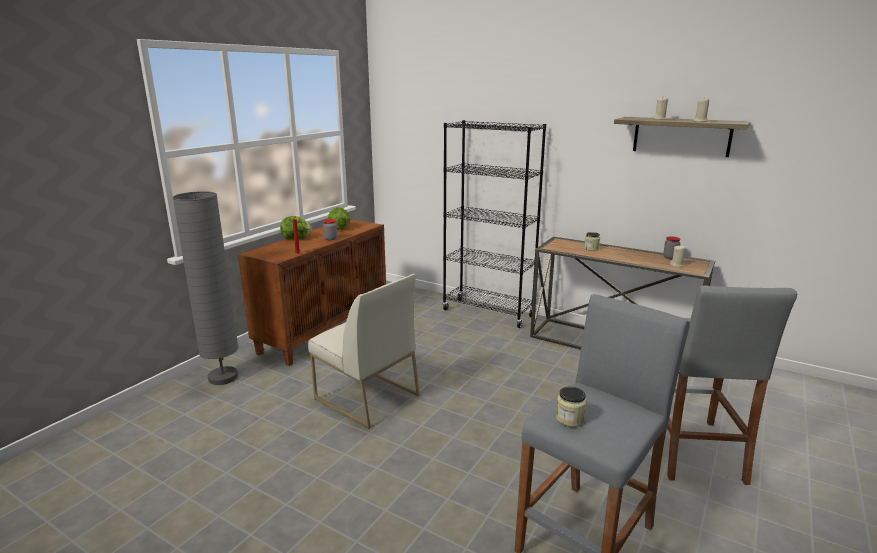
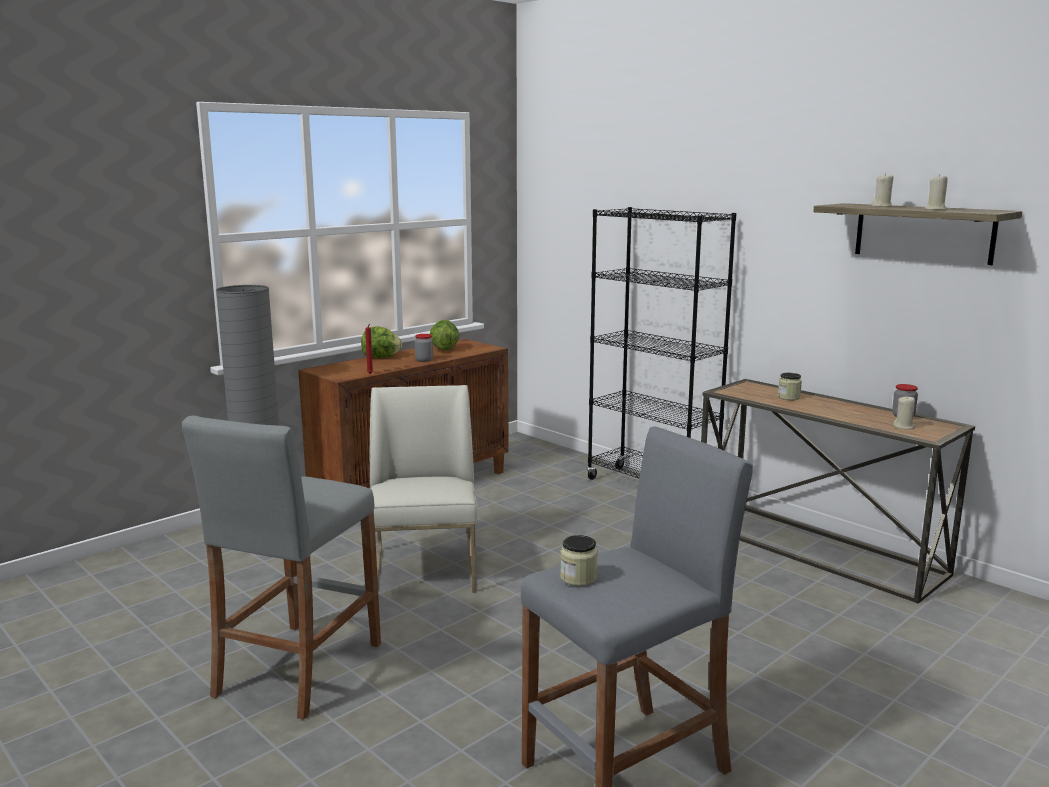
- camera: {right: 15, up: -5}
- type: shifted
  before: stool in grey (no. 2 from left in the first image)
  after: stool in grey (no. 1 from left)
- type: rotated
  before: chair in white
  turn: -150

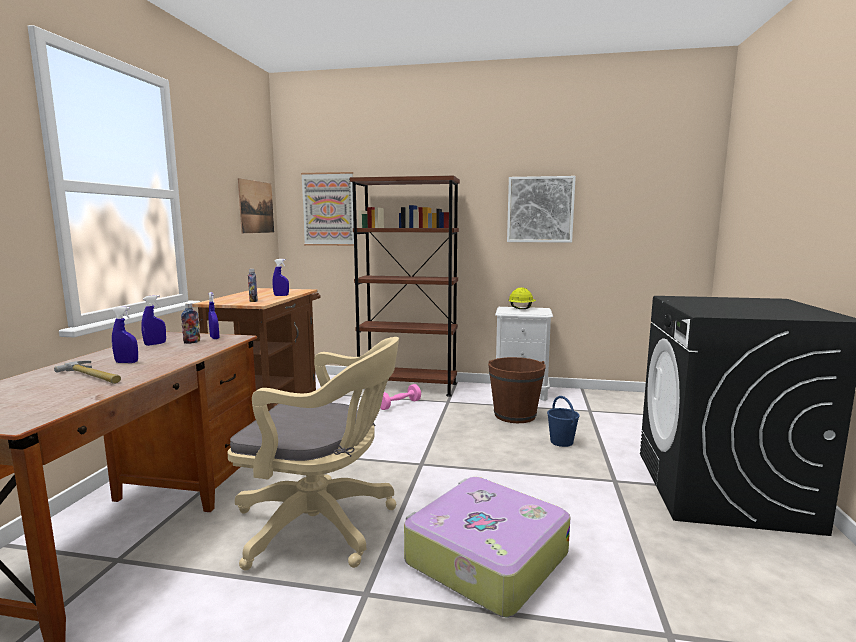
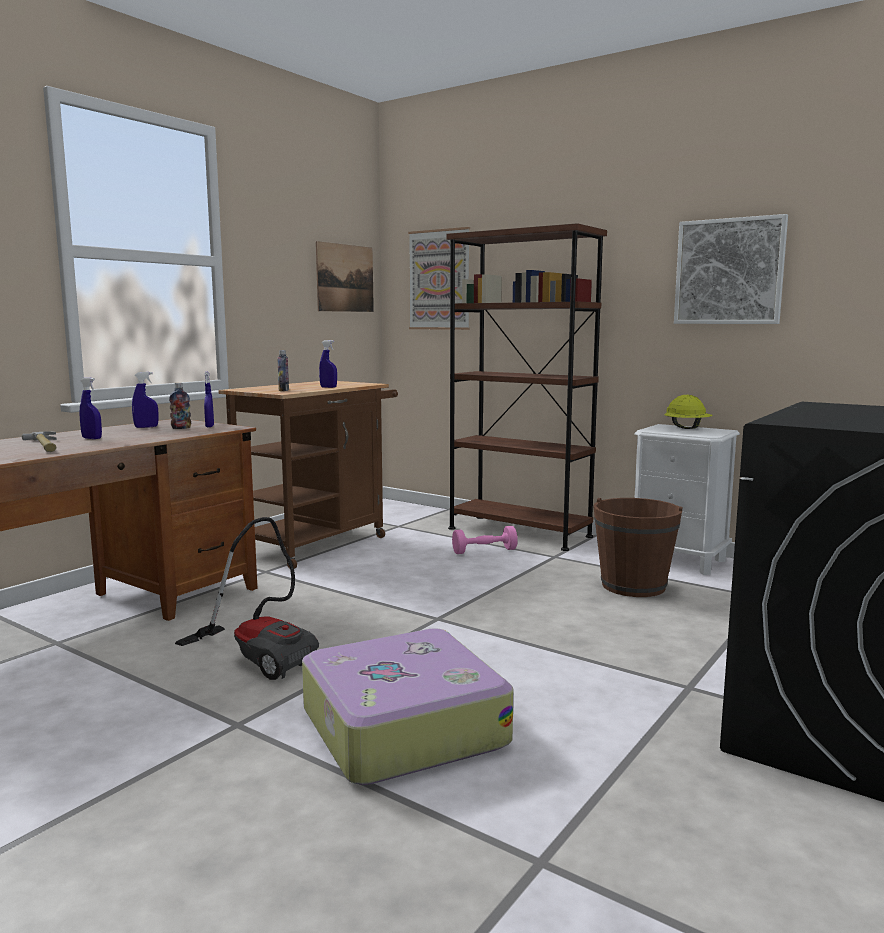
- camera: {right: 25, up: 0}
- type: gone
  before: bucket in blue
- type: swapped
  before: office chair in beige
  after: vacuum cleaner

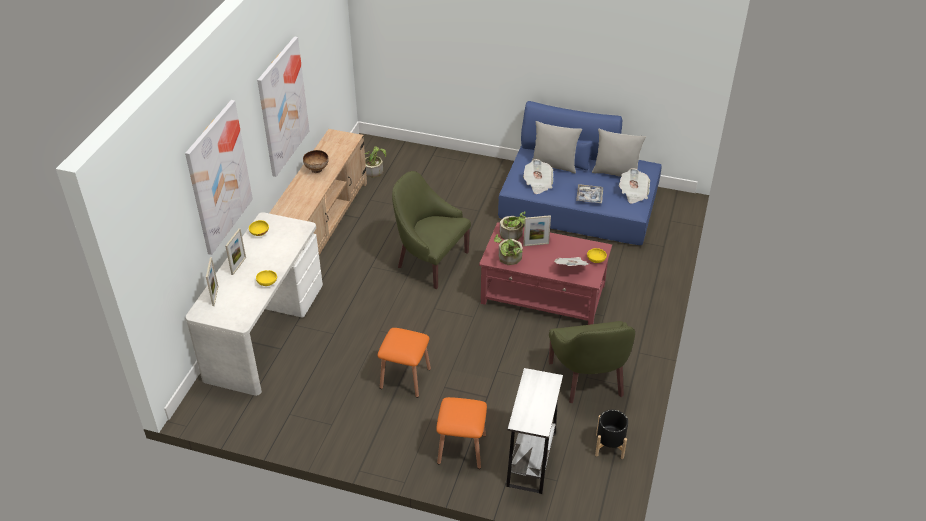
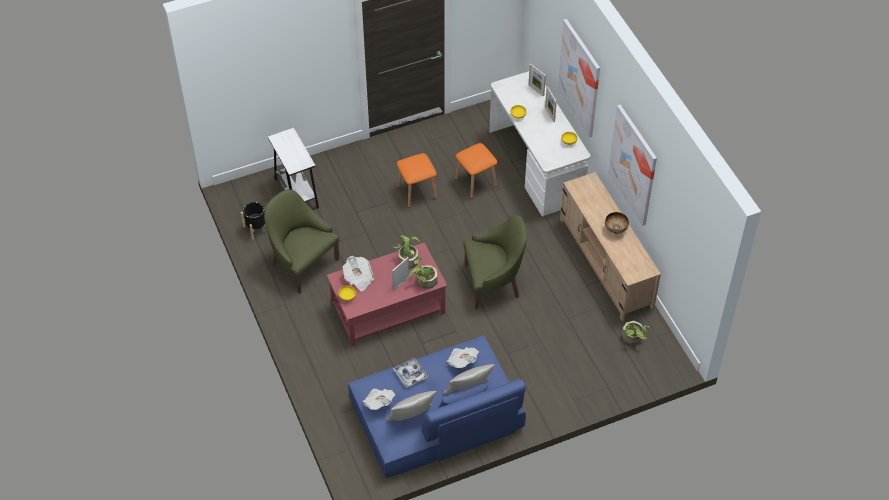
- camera: {right: 140, up: 10}
- type: shifted
  before: stool in orange (no. 2 from left)

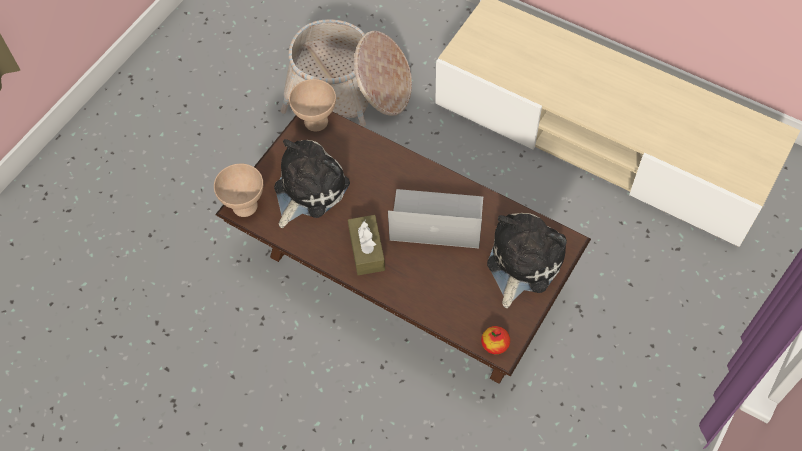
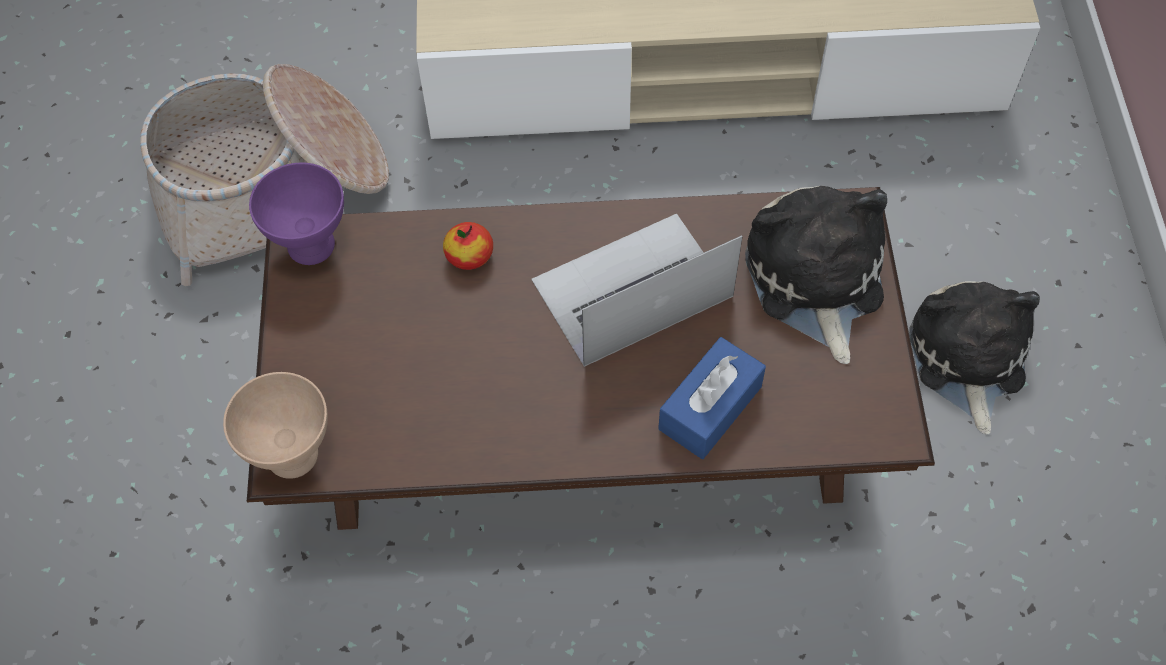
- camera: {right: -35, up: 0}
- type: gone
  before: tissue box in brown
- type: new
  after: tissue box in blue
- type: shifted
  before: plush toy (no. 1 from left in the first image)
  after: plush toy (no. 2 from left)
- type: shifted
  before: apple
- type: repainted
  before: bowl in beige (no. 2 from left)
  after: bowl in purple

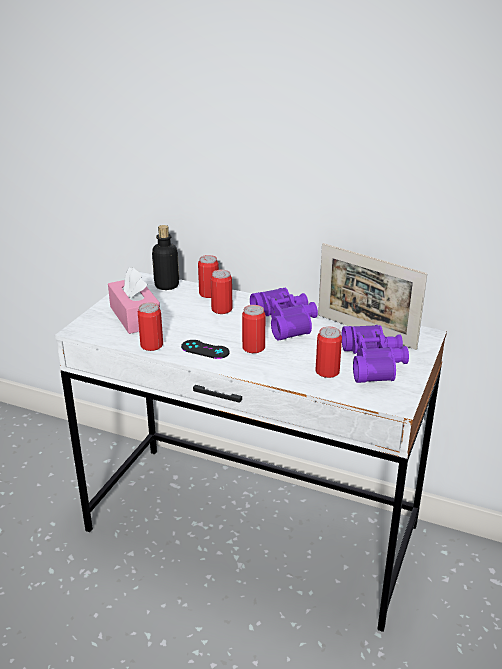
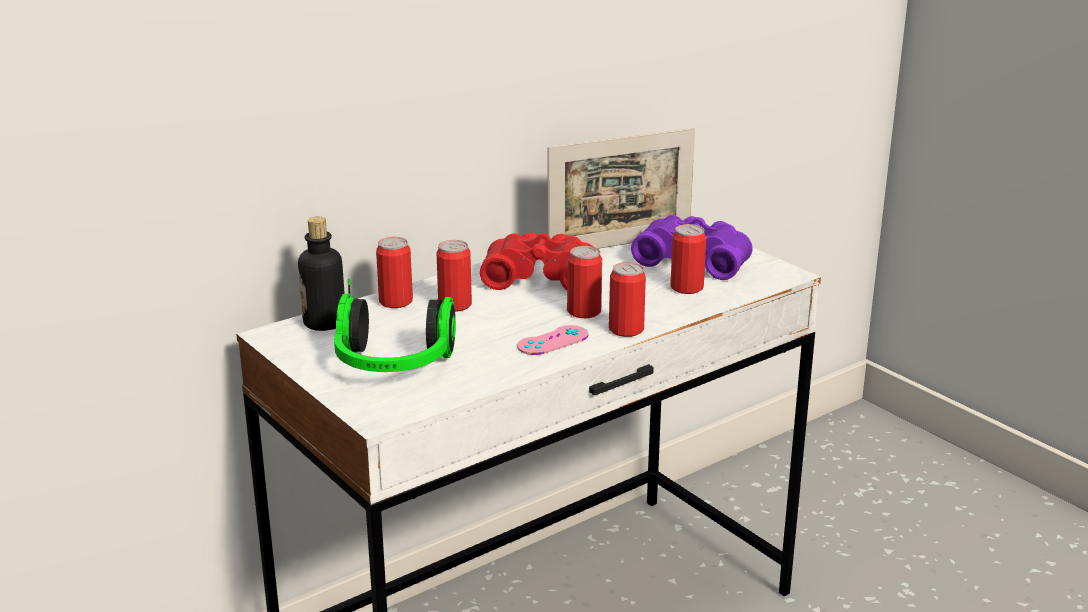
- camera: {right: -60, up: -5}
- type: shifted
  before: can (no. 1 from left in the first image)
  after: can (no. 4 from left)
- type: swapped
  before: tissue box in pink
  after: headphones
- type: repainted
  before: game controller in black
  after: game controller in pink
- type: repainted
  before: binoculars in purple (no. 1 from left)
  after: binoculars in red

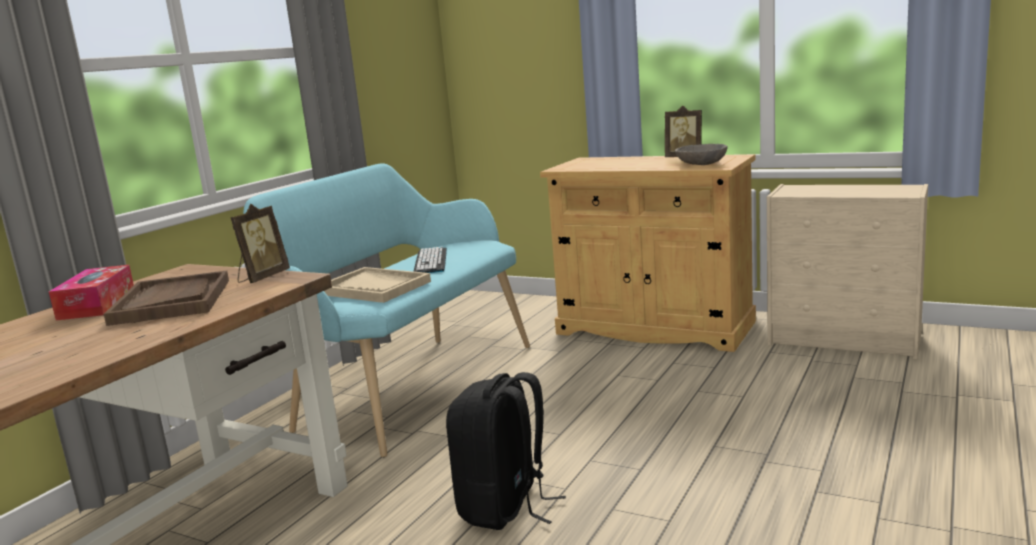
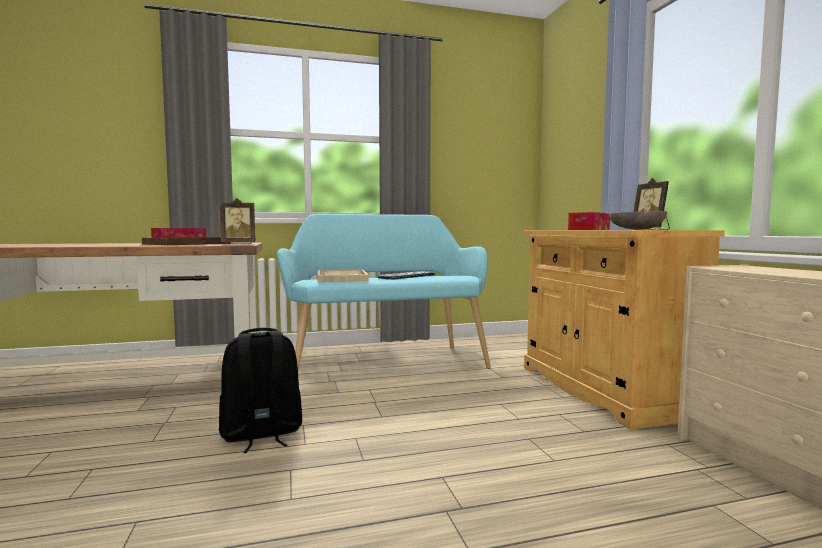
- camera: {right: 45, up: -10}
- type: new
  after: tissue box (no. 2 from left)

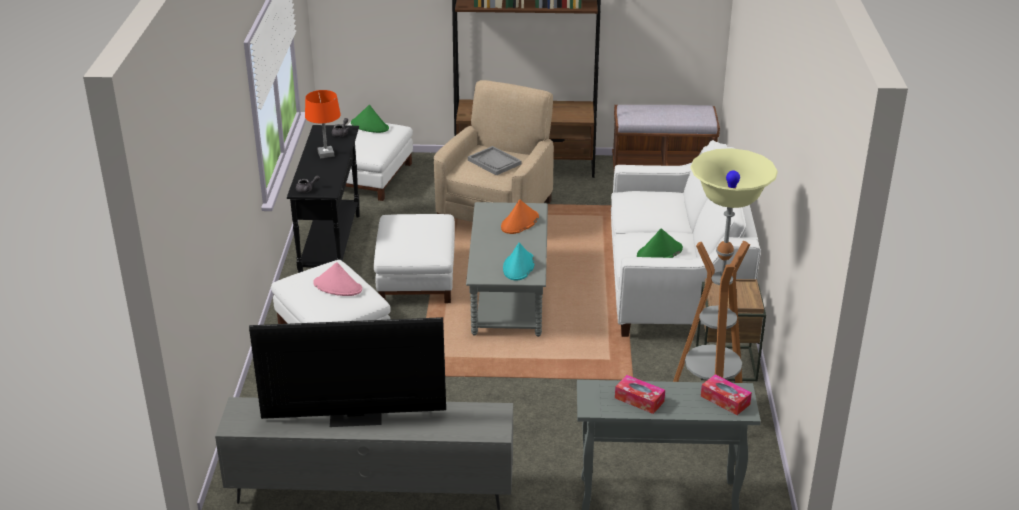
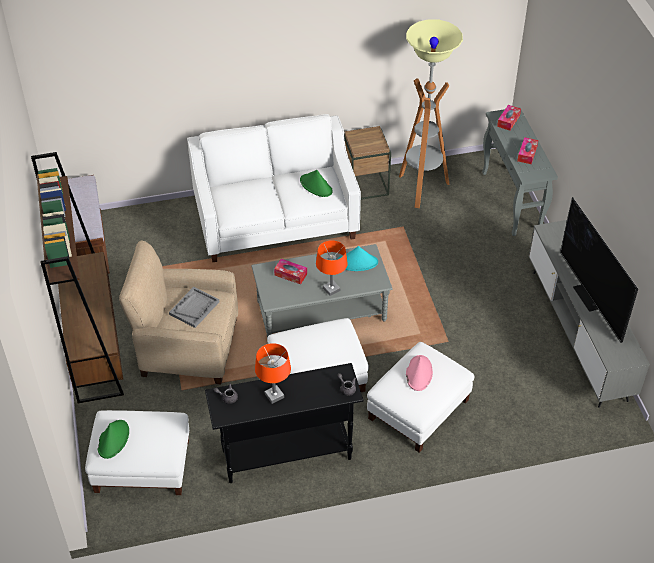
- camera: {right: -105, up: 15}
- type: new
  after: table lamp in orange (no. 2 from left)
- type: swapped
  before: hat in orange
  after: tissue box (no. 1 from left)

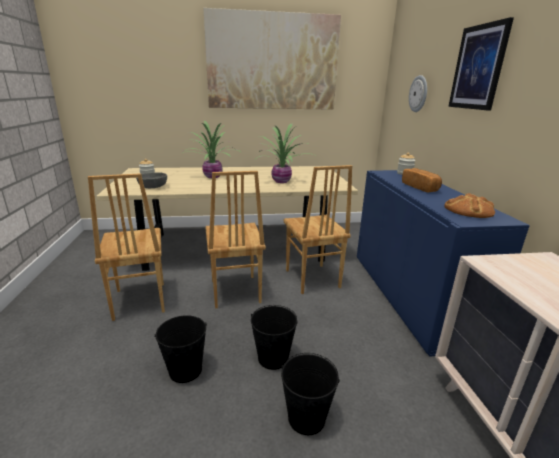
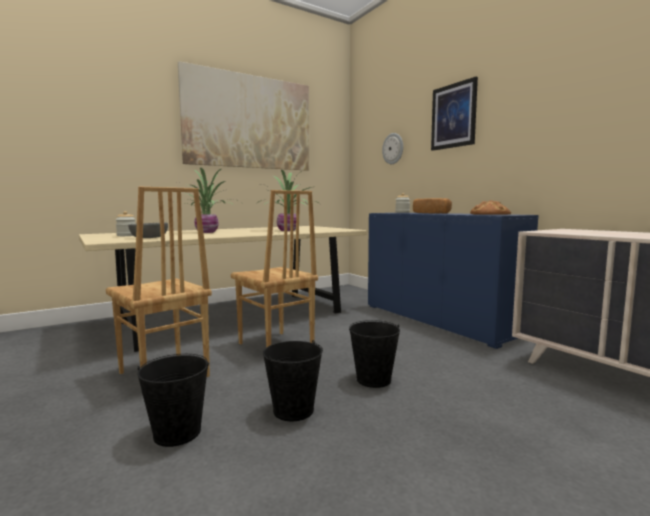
- camera: {right: -25, up: -15}
- type: gone
  before: chair in brown (no. 3 from left)
- type: shifted
  before: bucket in black (no. 3 from left in the first image)
  after: bucket in black (no. 1 from left)

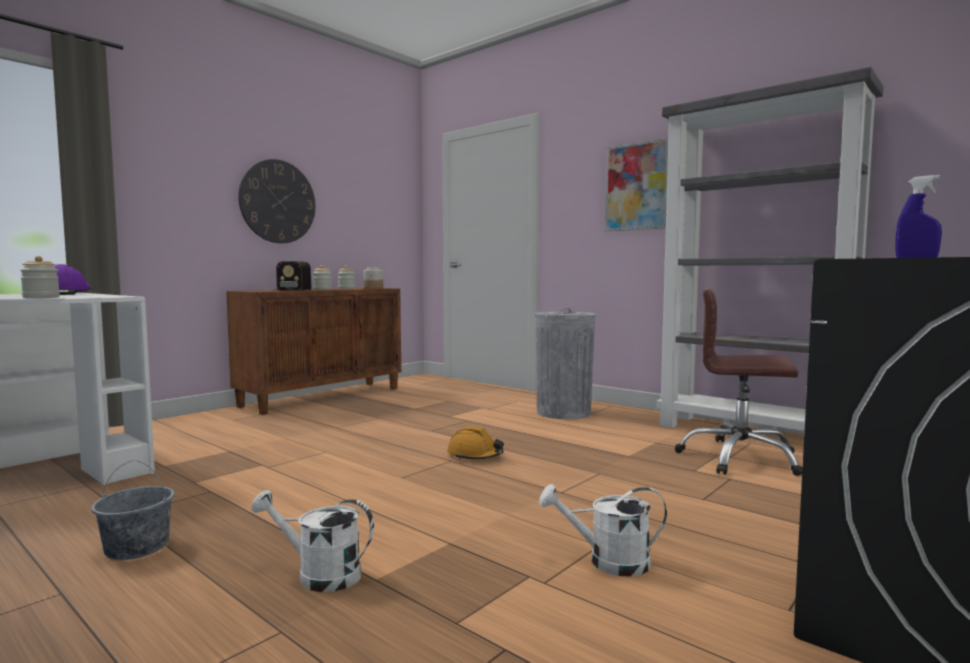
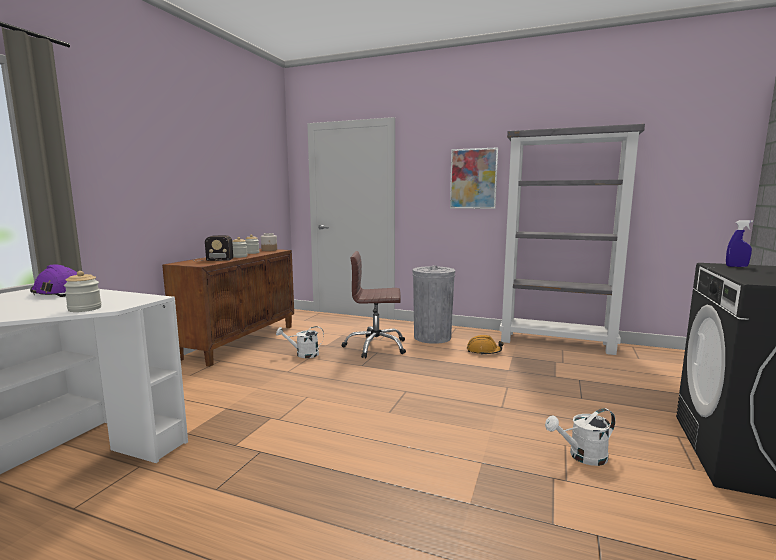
- camera: {right: -20, up: 5}
- type: gone
  before: bucket in grey
- type: gone
  before: wall clock
- type: shifted
  before: watering can in white (no. 1 from left)
- type: shifted
  before: hard hat in orange
- type: shifted
  before: office chair in brown

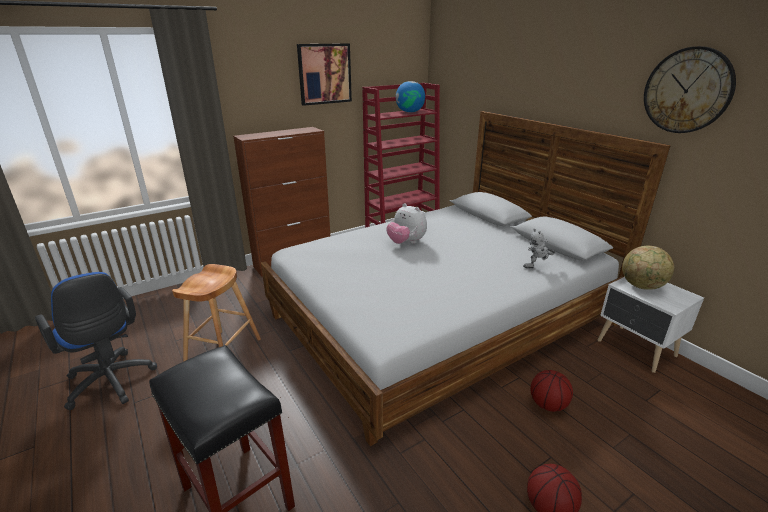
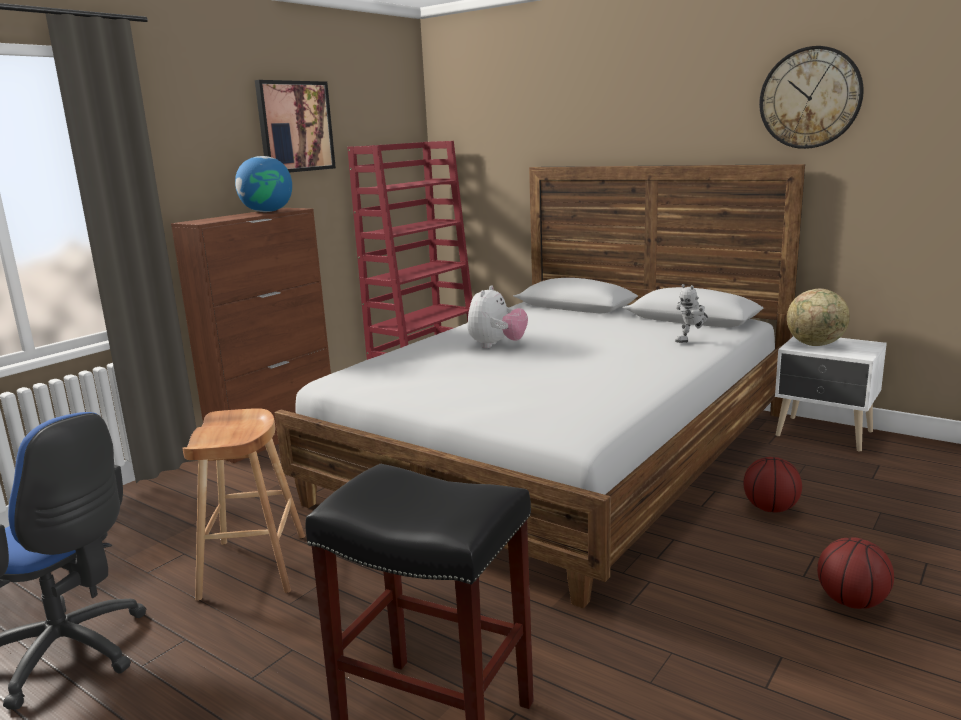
- camera: {right: -20, up: -10}
- type: shifted
  before: globe (no. 1 from left)
- type: rotated
  before: plush toy
  turn: -90

